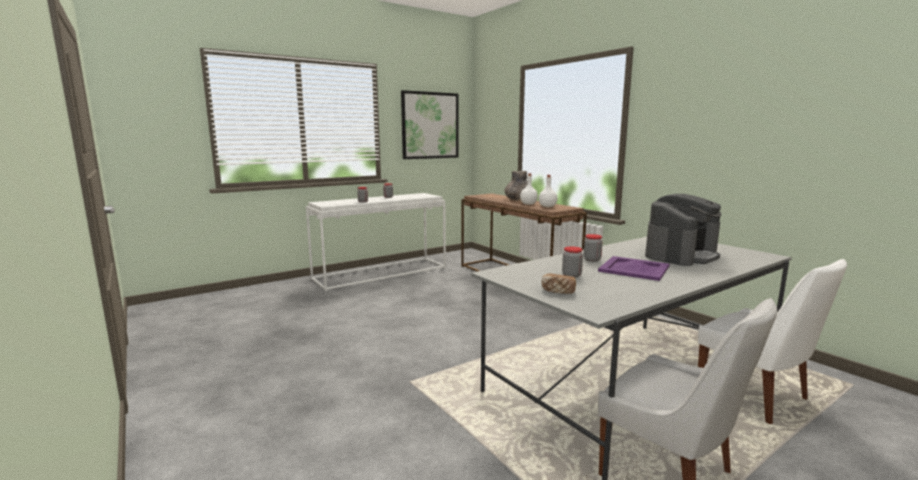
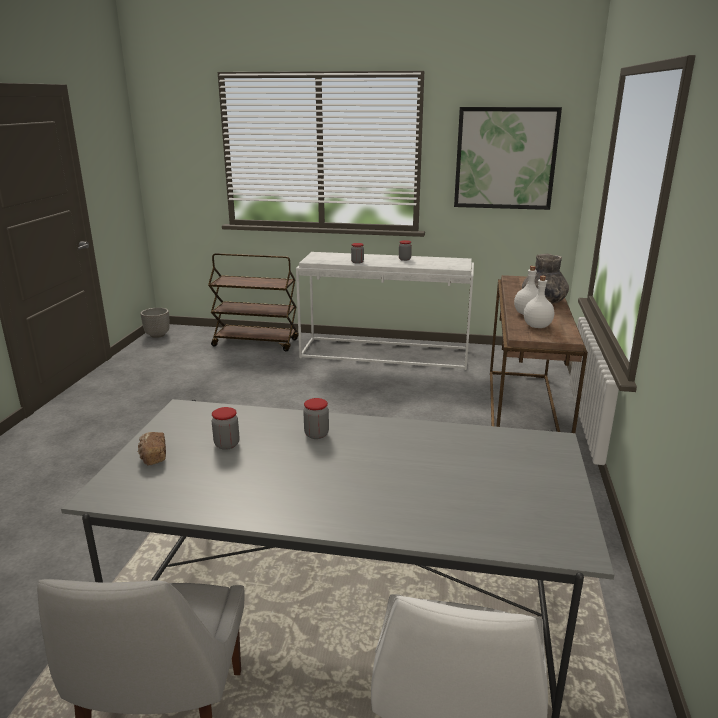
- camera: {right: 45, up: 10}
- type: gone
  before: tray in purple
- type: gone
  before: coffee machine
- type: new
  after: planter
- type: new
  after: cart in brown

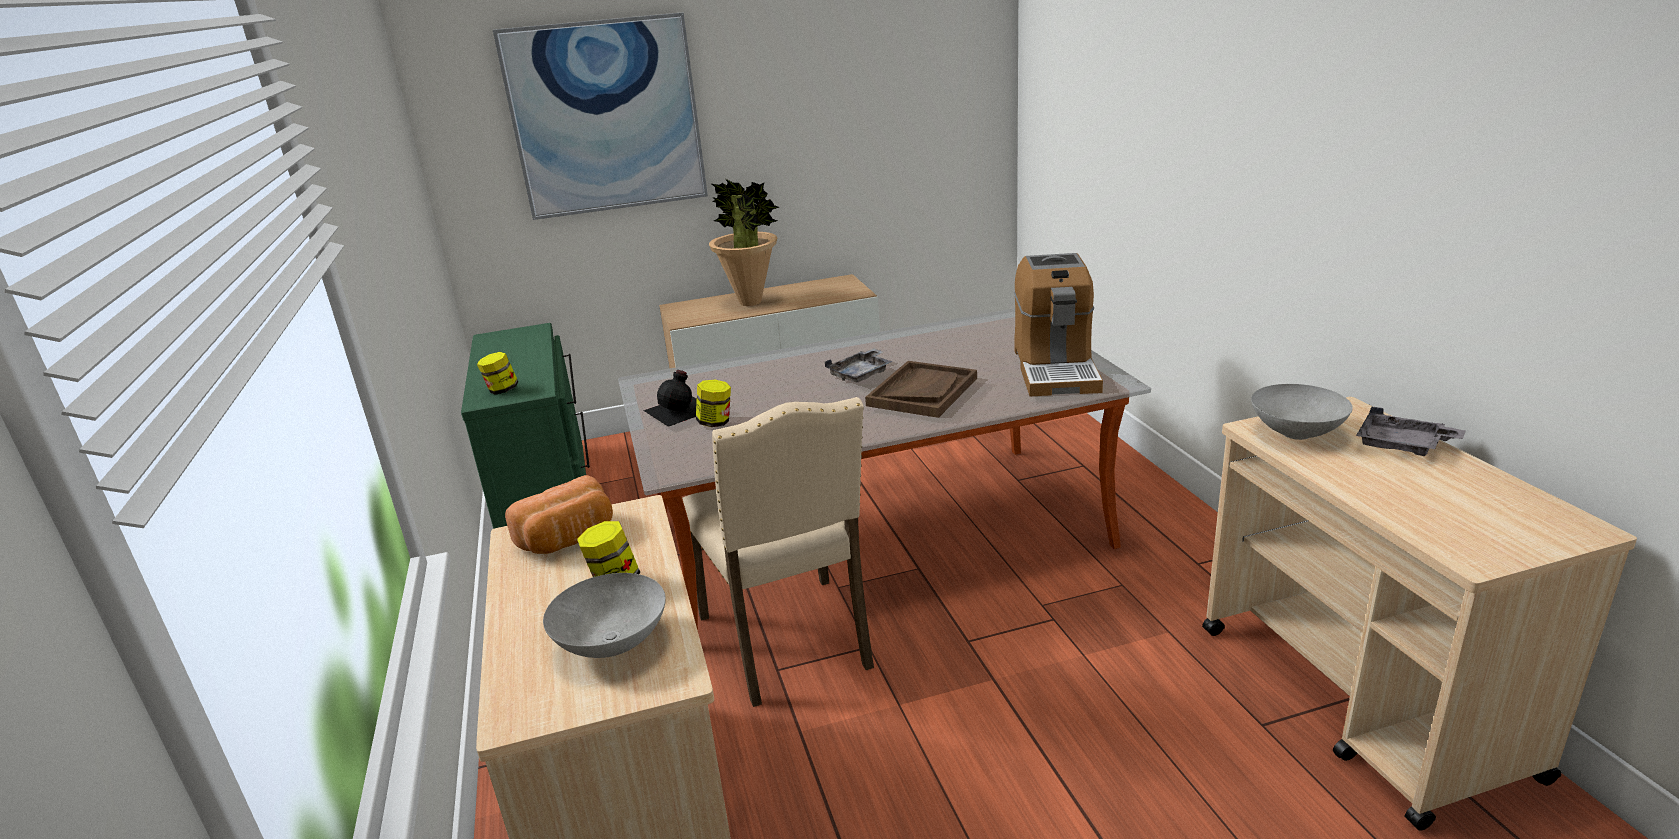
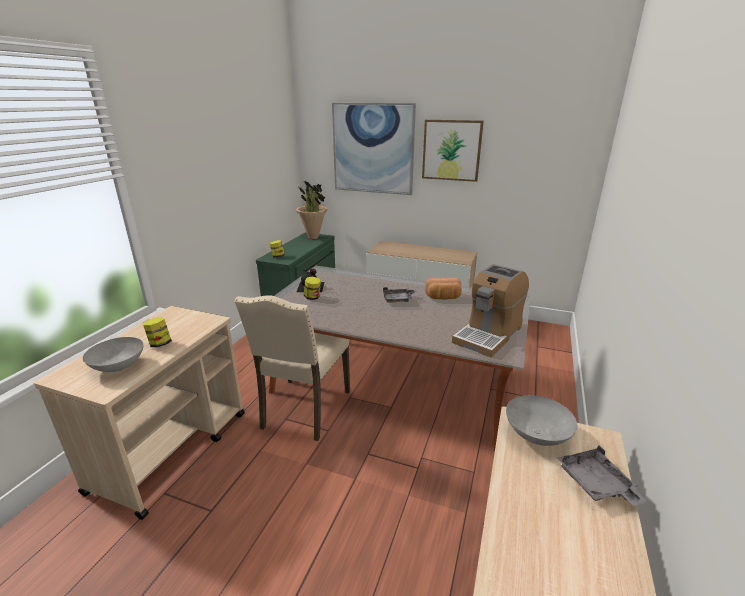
- camera: {right: 35, up: 0}
- type: gone
  before: tray in brown
- type: new
  after: picture (no. 2 from left)
- type: shifted
  before: bread
- type: shifted
  before: potted plant

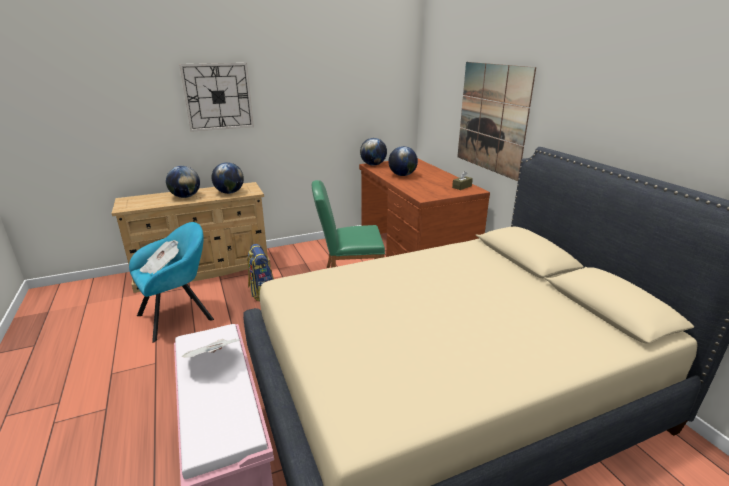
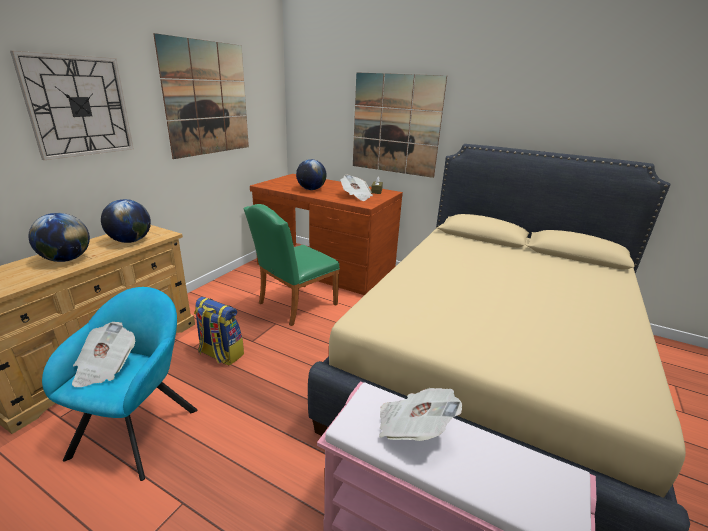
- camera: {right: -40, up: 0}
- type: gone
  before: globe (no. 3 from left)
- type: new
  after: picture (no. 1 from left)
- type: new
  after: newspaper (no. 2 from left)

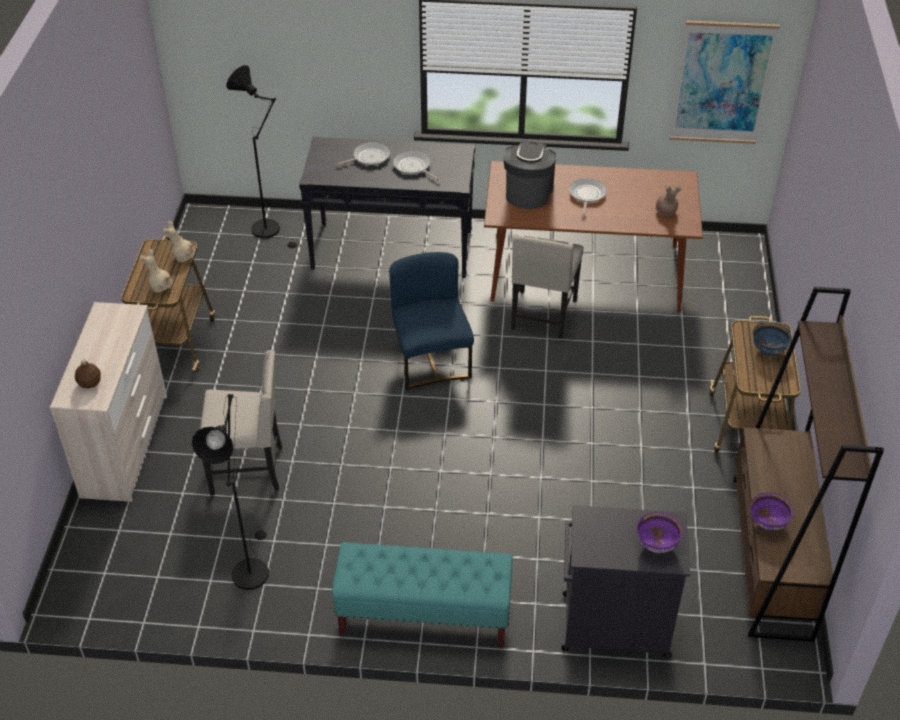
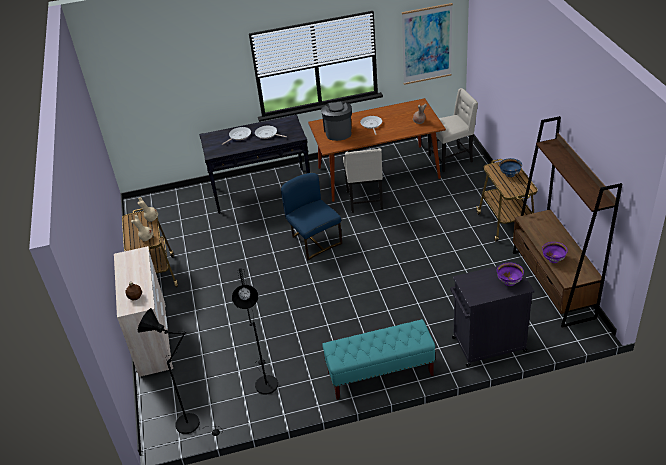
- camera: {right: -15, up: -5}
- type: shifted
  before: chair in beige (no. 1 from left in the first image)
  after: chair in beige (no. 2 from left)
- type: shifted
  before: floor lamp in black (no. 2 from left in the first image)
  after: floor lamp in black (no. 1 from left)

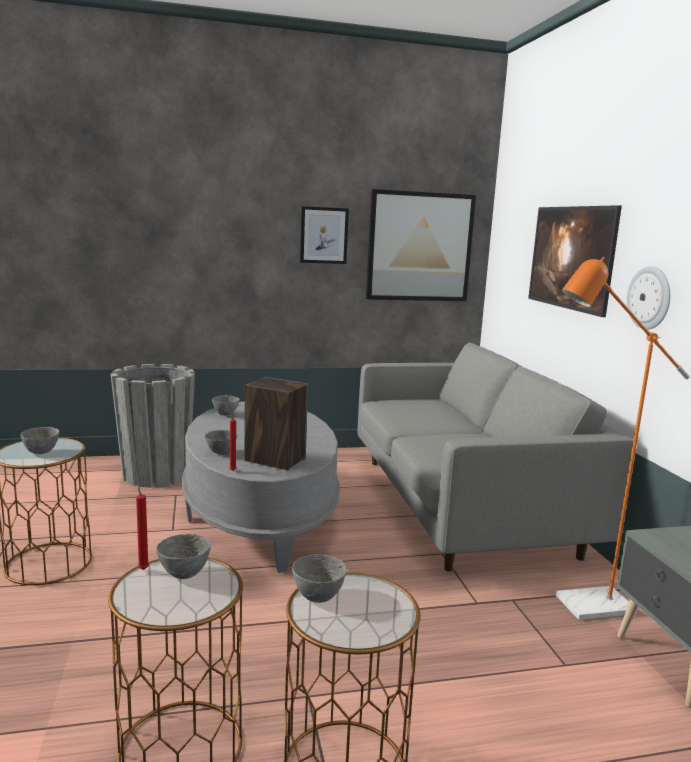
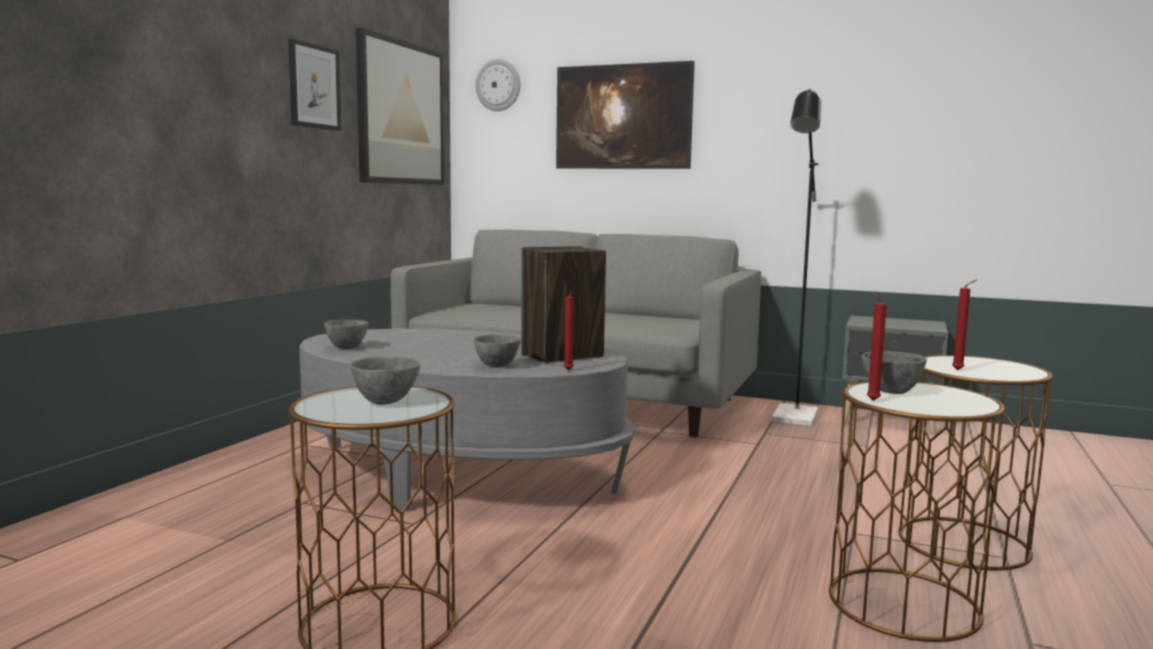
- camera: {right: -55, up: -5}
- type: gone
  before: planter in grey
- type: shifted
  before: wall clock
- type: swapped
  before: bowl in grey (no. 5 from left)
  after: candle in red (no. 3 from left)
- type: repainted
  before: floor lamp in orange
  after: floor lamp in black

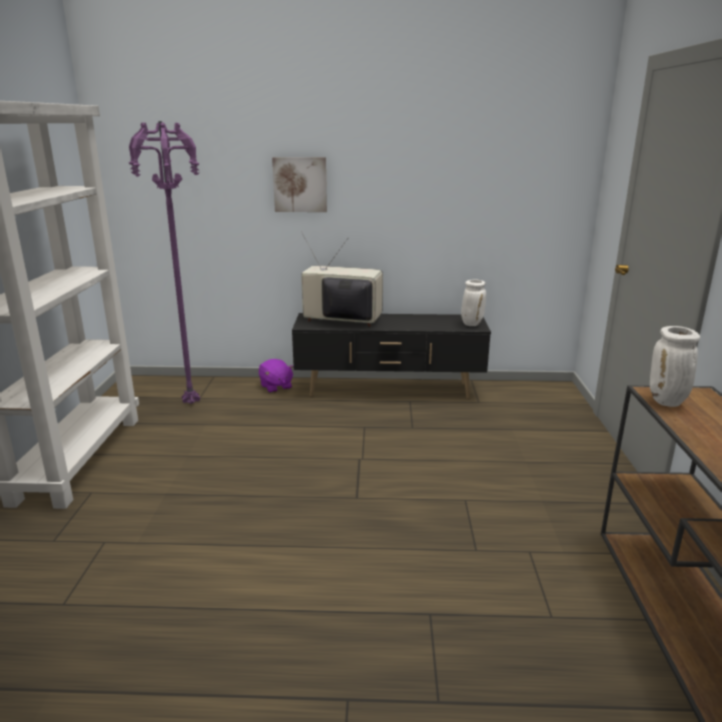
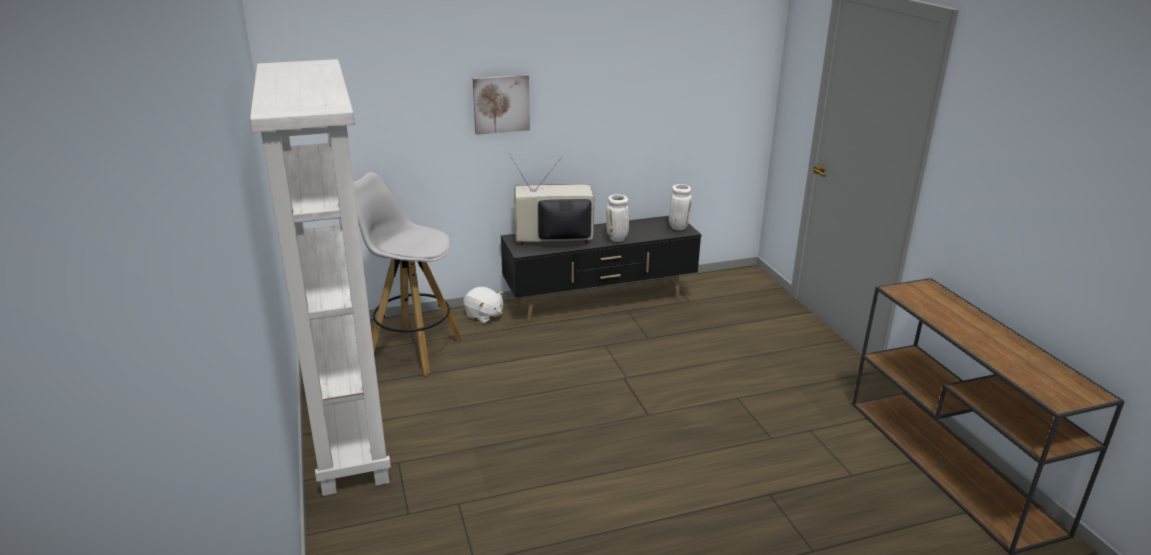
- camera: {right: -20, up: 5}
- type: shifted
  before: vase in white (no. 2 from left in the first image)
  after: vase in white (no. 1 from left)
- type: swapped
  before: floor lamp in purple
  after: stool in white
- type: repainted
  before: plush toy in purple
  after: plush toy in white

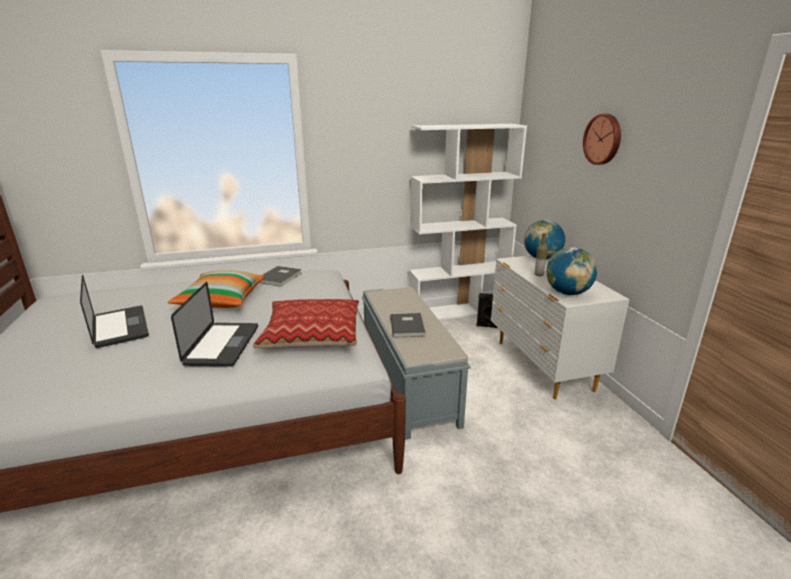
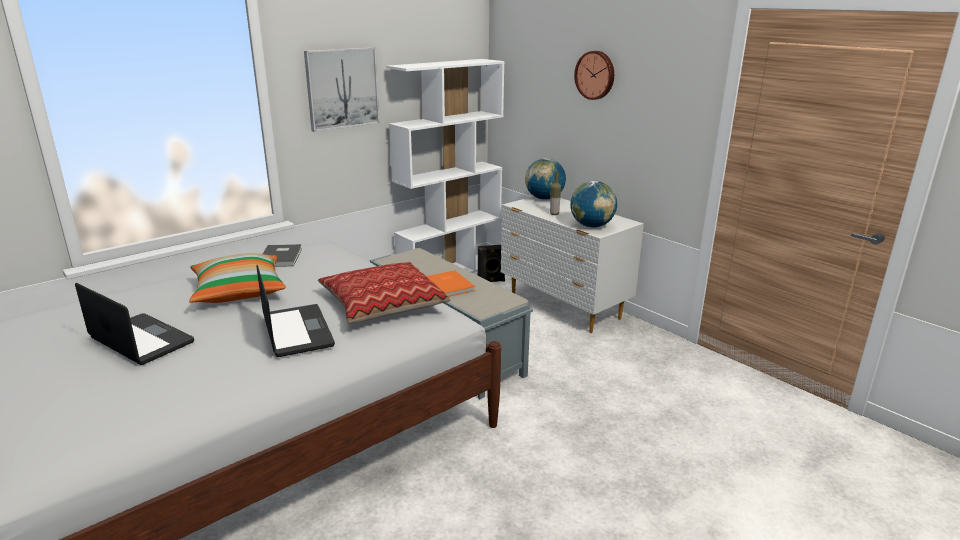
- camera: {right: -25, up: 0}
- type: new
  after: picture
- type: repainted
  before: book in grey (no. 2 from left)
  after: book in orange

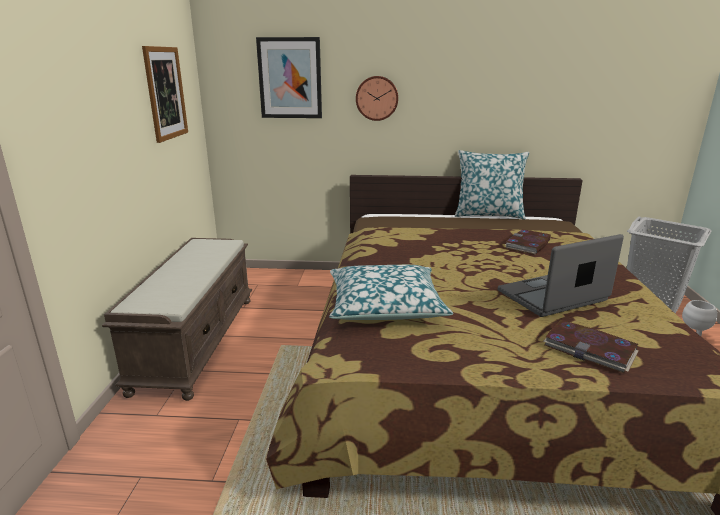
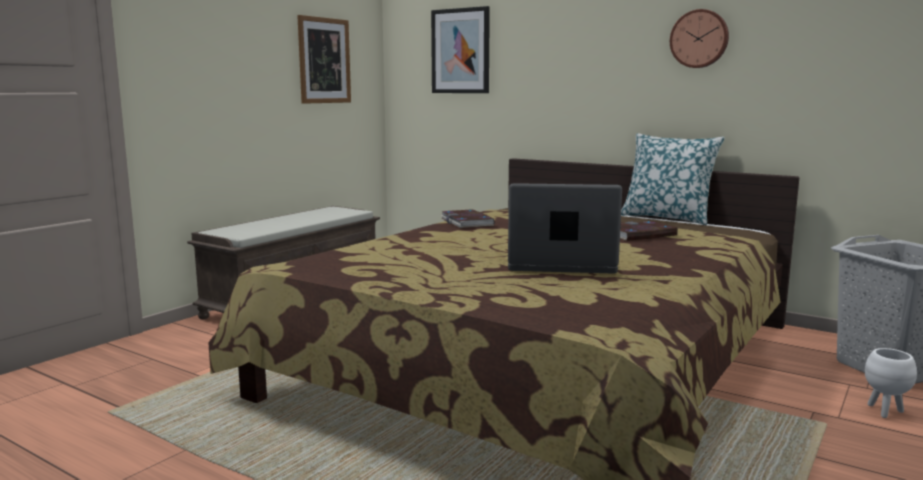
- camera: {right: 30, up: -10}
- type: gone
  before: pillow (no. 1 from left)
- type: shifted
  before: wall clock
- type: shifted
  before: book (no. 2 from left in the first image)
  after: book (no. 1 from left)

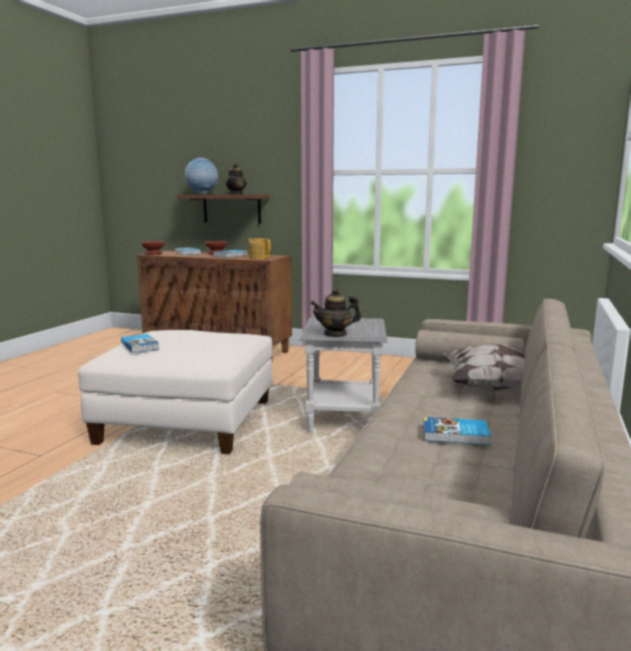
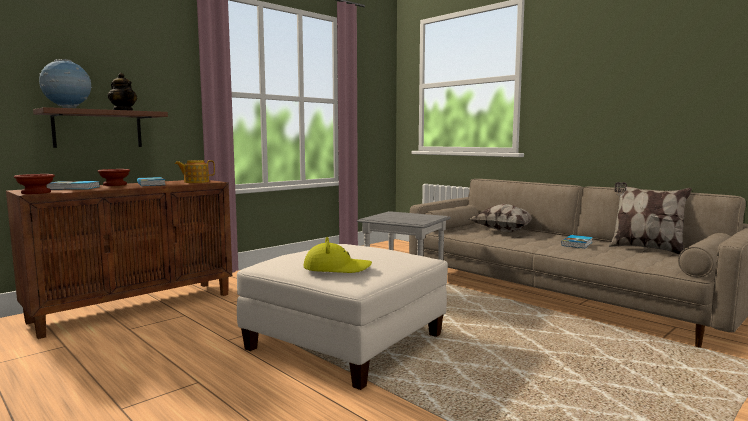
- camera: {right: -65, up: -5}
- type: gone
  before: teapot (no. 3 from left)
- type: new
  after: pillow (no. 2 from left)
- type: swapped
  before: book (no. 1 from left)
  after: hat in yellow

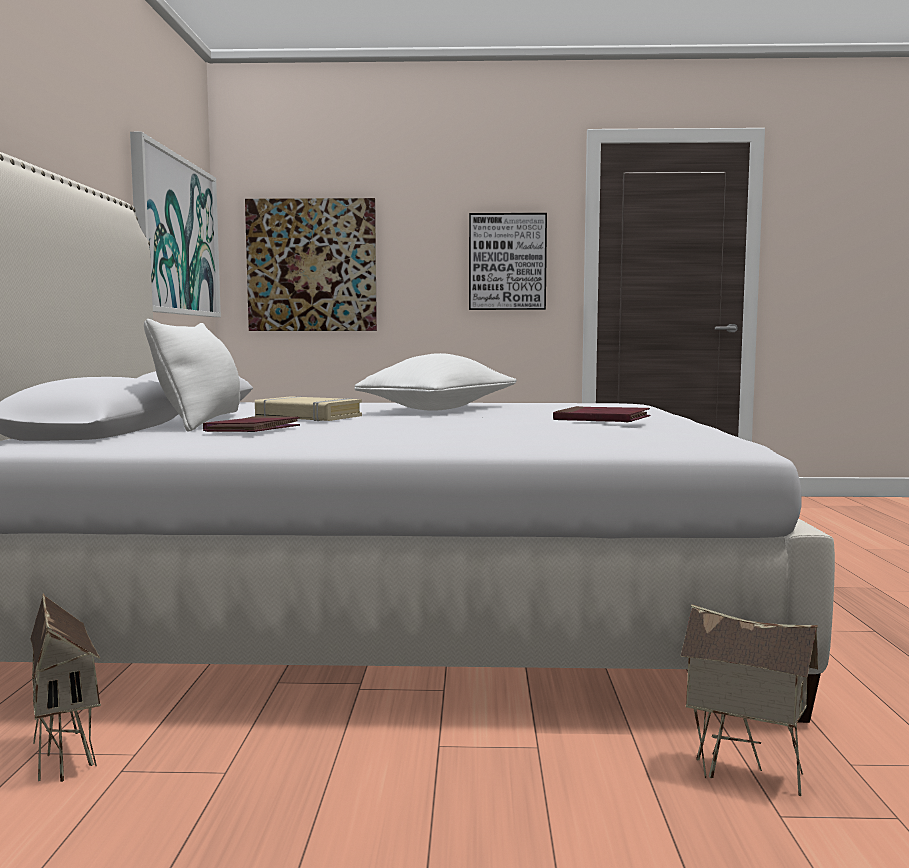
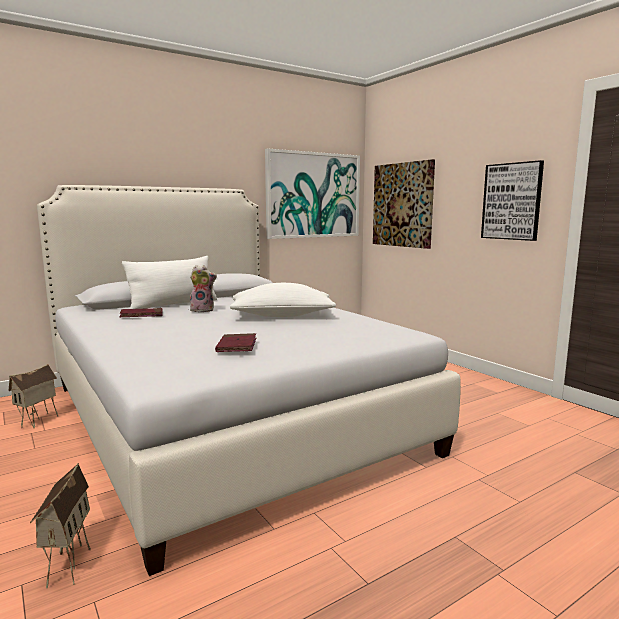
- camera: {right: 55, up: 5}
- type: swapped
  before: book in beige
  after: plush toy

